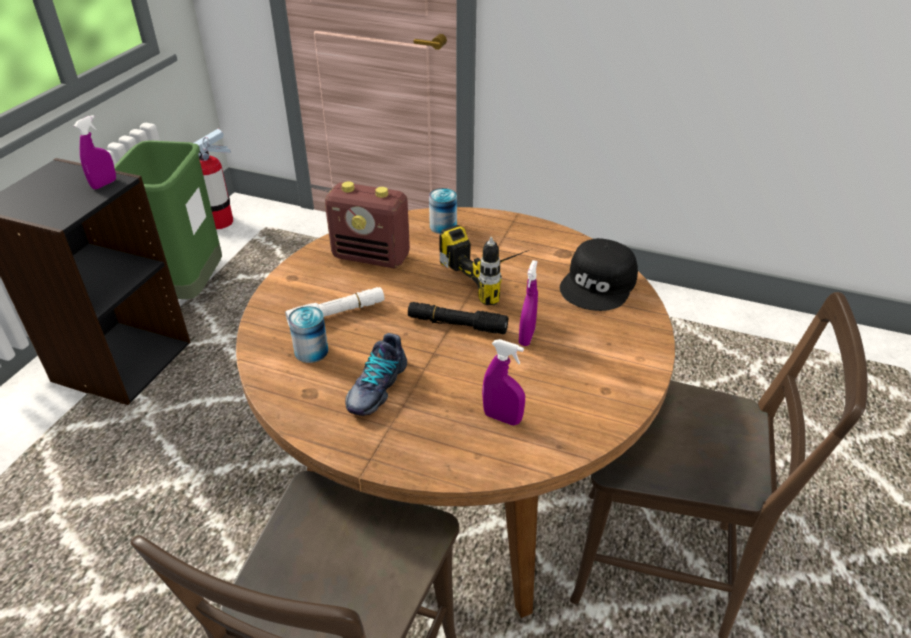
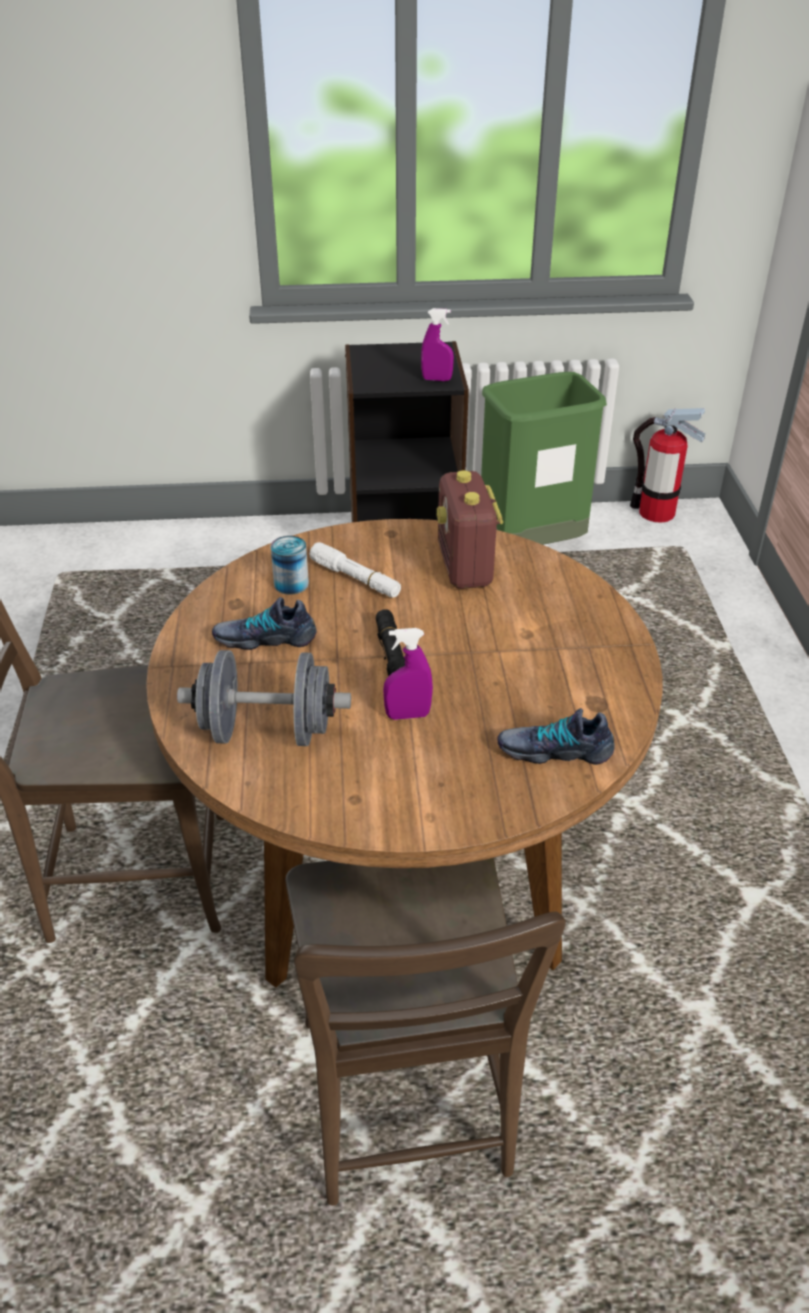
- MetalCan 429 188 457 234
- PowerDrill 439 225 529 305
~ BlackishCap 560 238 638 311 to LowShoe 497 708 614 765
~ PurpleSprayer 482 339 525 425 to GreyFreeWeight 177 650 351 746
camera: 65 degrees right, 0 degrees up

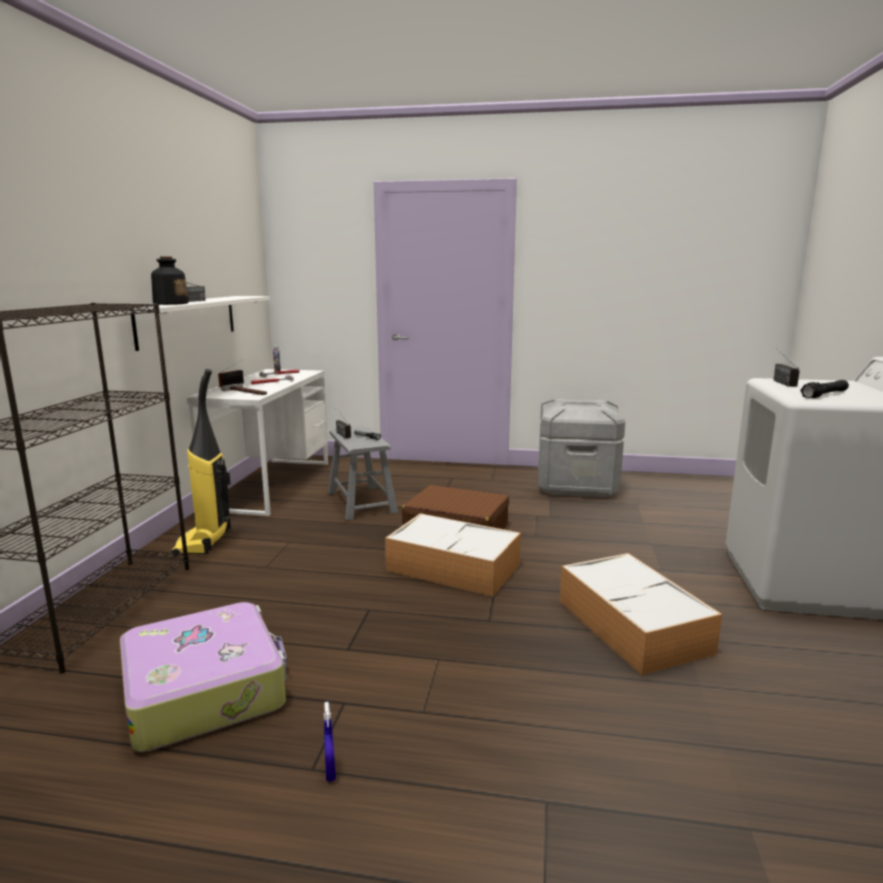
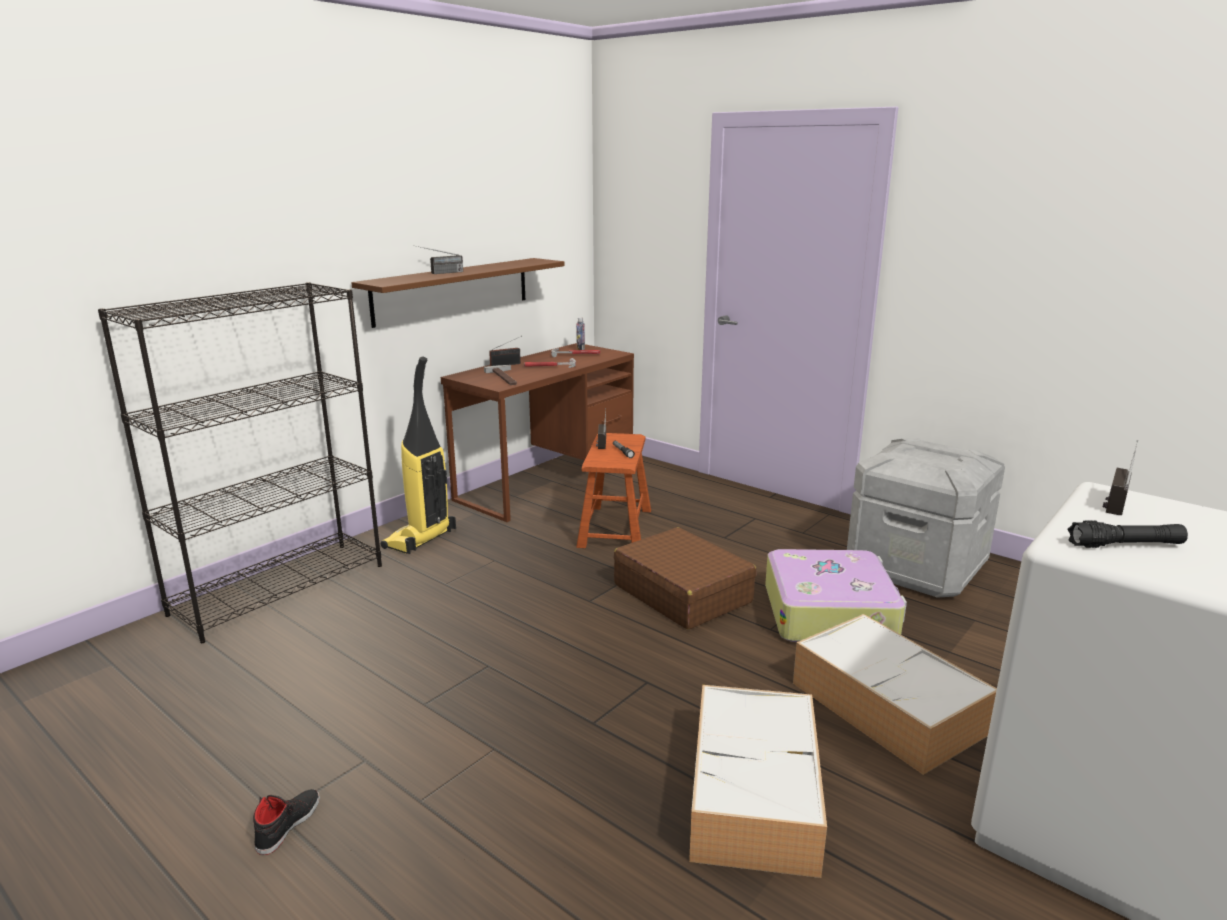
- Bottle 151 257 189 305
~ WhiteWallShelf 119 296 269 351 to BrownishWallShelf 351 258 564 328
~ WhiteDeskTable 187 369 328 516 to BrownishDeskTable 441 343 634 522
~ GreyStool 328 426 398 520 to BrownishStool 576 433 651 548
~ StorageBox 385 513 521 597 to 793 614 997 775
~ PieceOfLuggage 120 602 287 752 to 765 549 907 642
~ BlueColouredSprayer 324 702 336 782 to BlackishLowShoe 253 789 320 855
camera: 30 degrees right, 5 degrees up

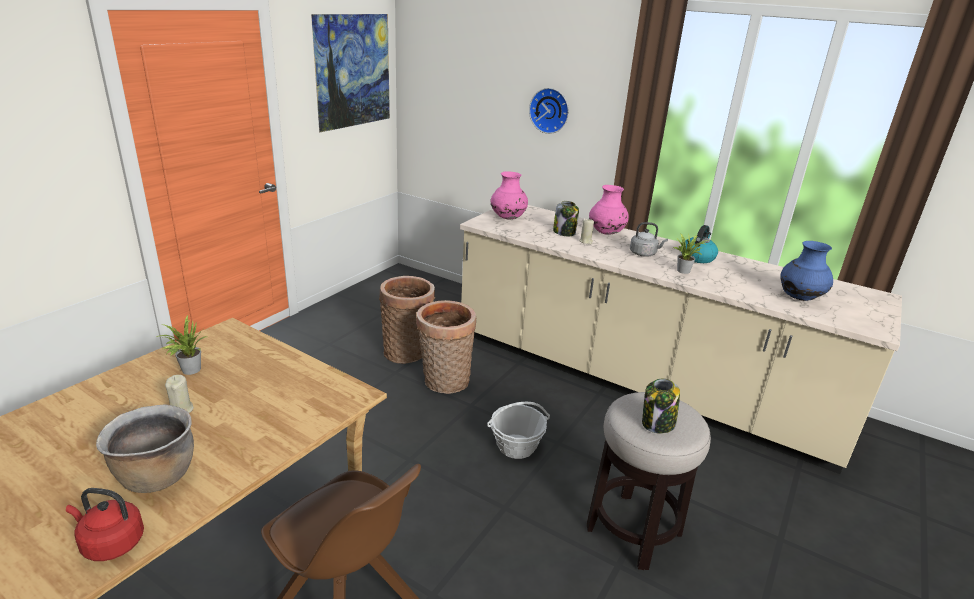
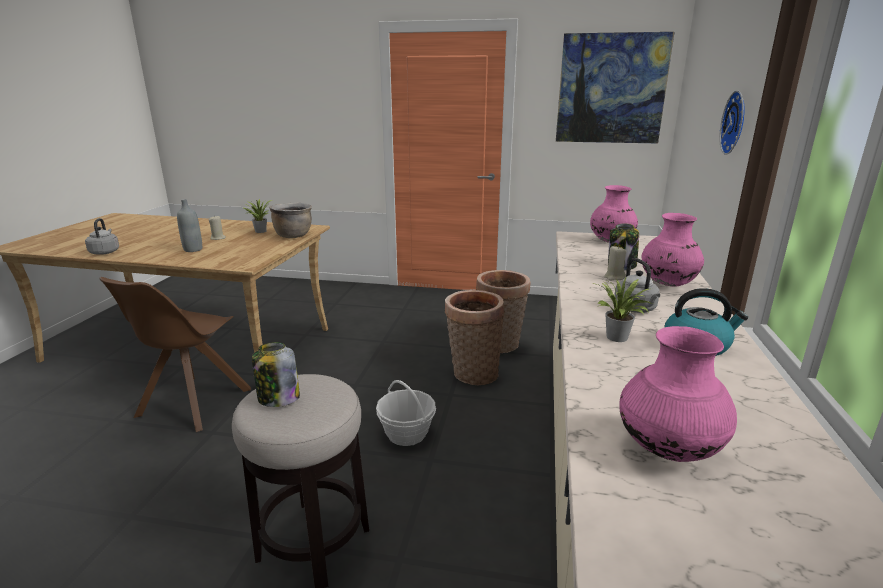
~ BlueColouredDecorativeVase 780 241 833 301 to PinkColouredDecorativeVase 619 326 737 462
~ BrownishSaucepot 96 404 194 493 to 269 203 312 238
~ ReddishWaterKettle 66 488 144 561 to GreyWaterKettle 85 218 119 255
+ GreyBottle 177 199 202 252
camera: 70 degrees right, 5 degrees down

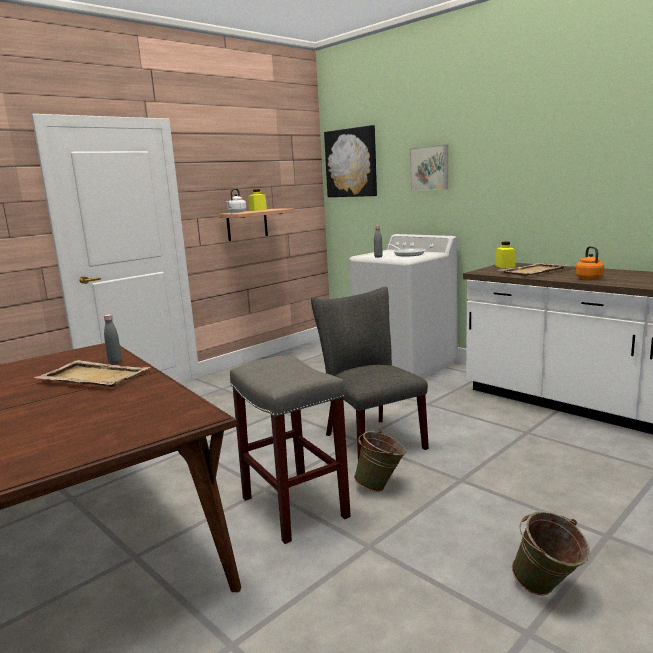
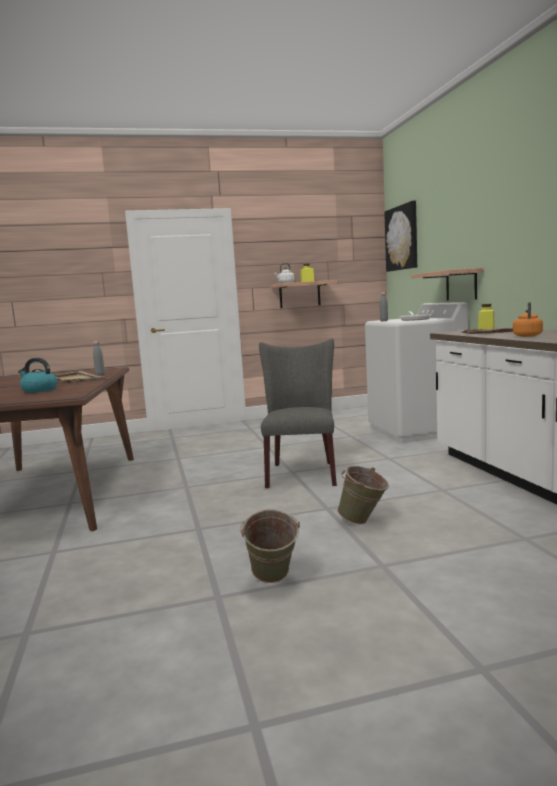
- WallArt 410 145 448 191
- GreyStool 230 355 351 544
~ GreenBucket 354 430 407 492 to 337 466 389 524
+ WallShelf 411 268 484 300
+ WaterKettle 18 358 58 393
camera: 30 degrees right, 5 degrees down

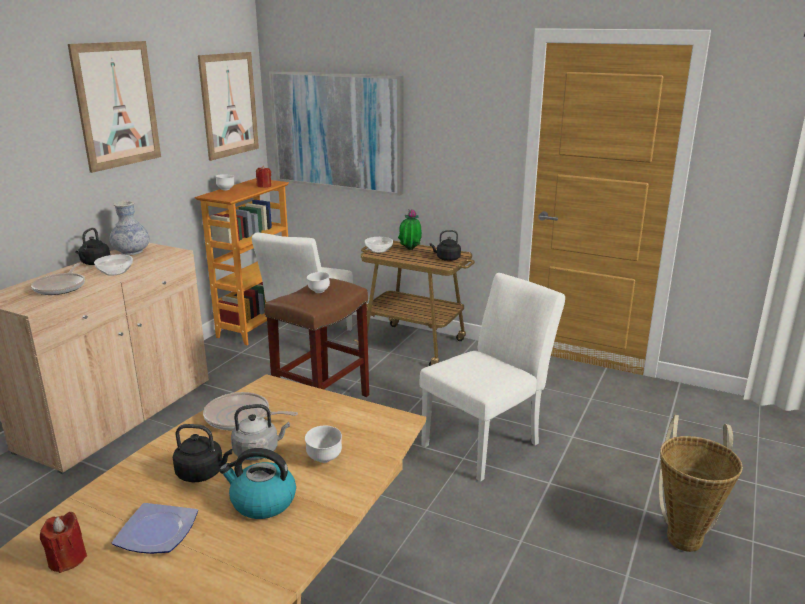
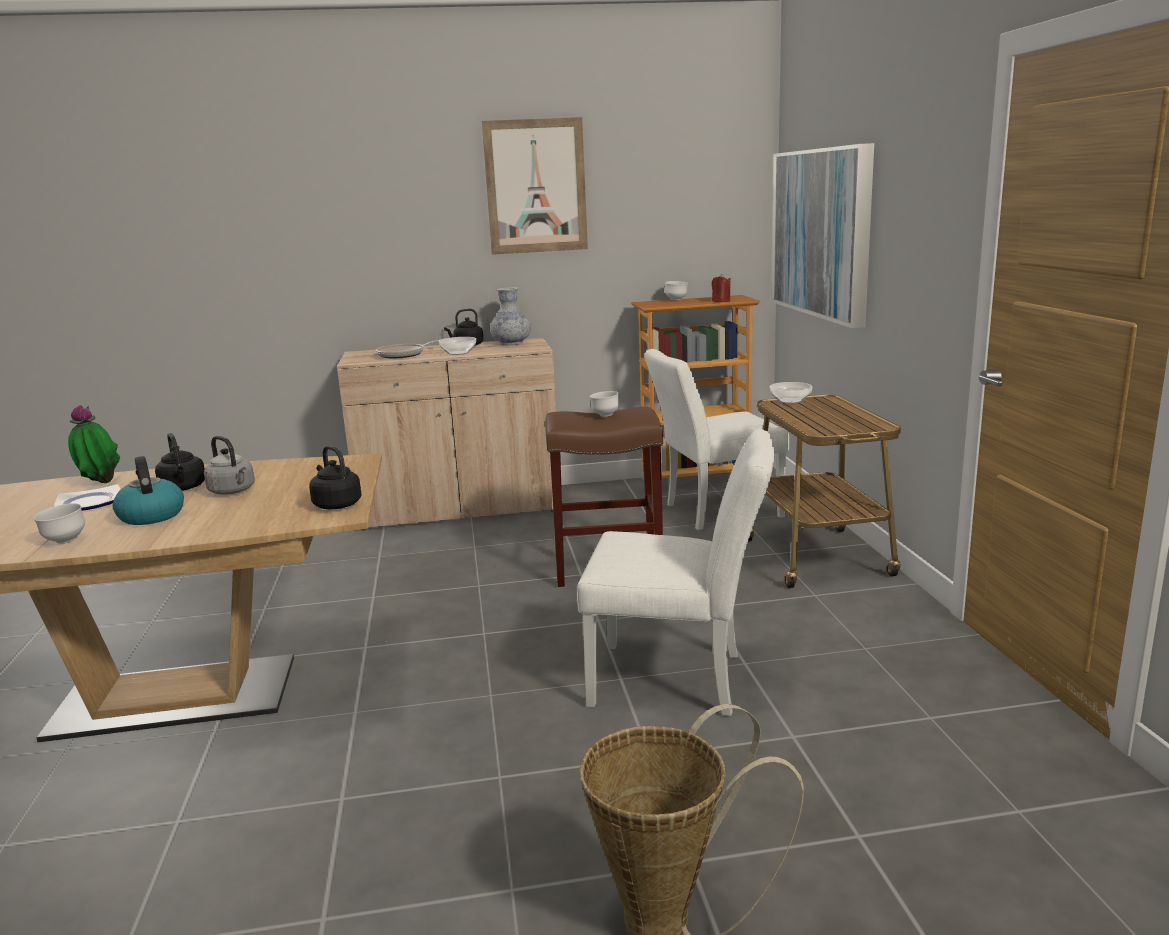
- WallArt 198 52 259 161
~ Houseplant 398 209 422 250 to 68 405 120 483
~ BlackishWaterKettle 430 230 461 261 to 309 445 361 509
- Skillet 203 392 298 430
~ WhiteServingBowl 305 425 342 463 to 33 503 85 544
- ReddishWaxLight 40 512 87 573
camera: 55 degrees right, 5 degrees down

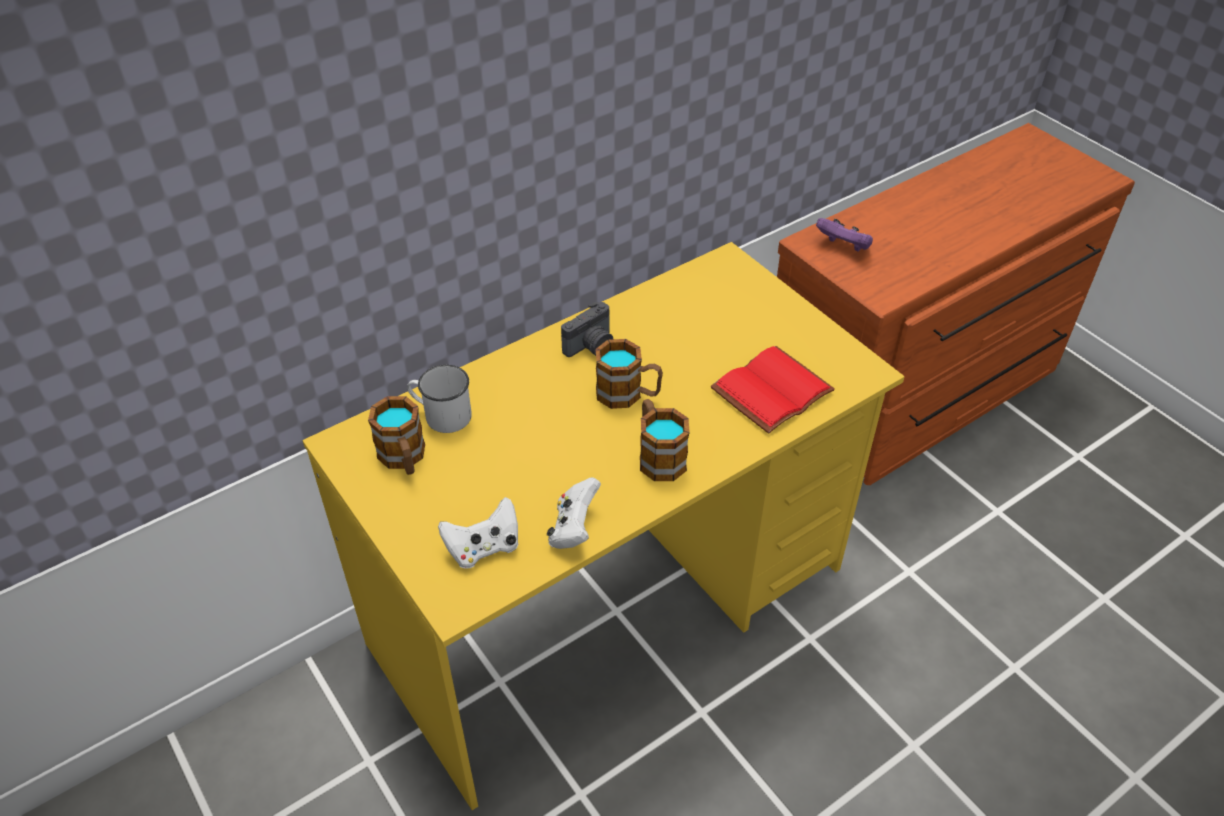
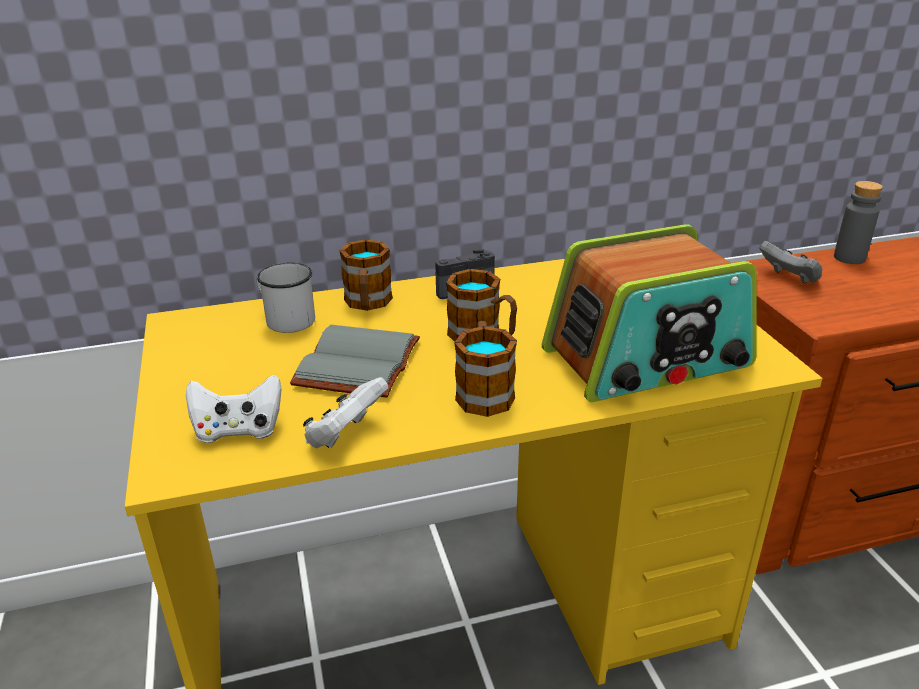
~ PurpleJoypad 816 218 873 252 to GreyJoypad 759 241 823 283
~ ReddishVolume 711 346 835 434 to RadioReceiver 542 224 756 402
~ TeaMug 368 396 425 475 to 339 239 393 311
+ GreyBottle 834 181 883 264
+ GreyVolume 290 325 420 398
camera: 20 degrees right, 15 degrees down

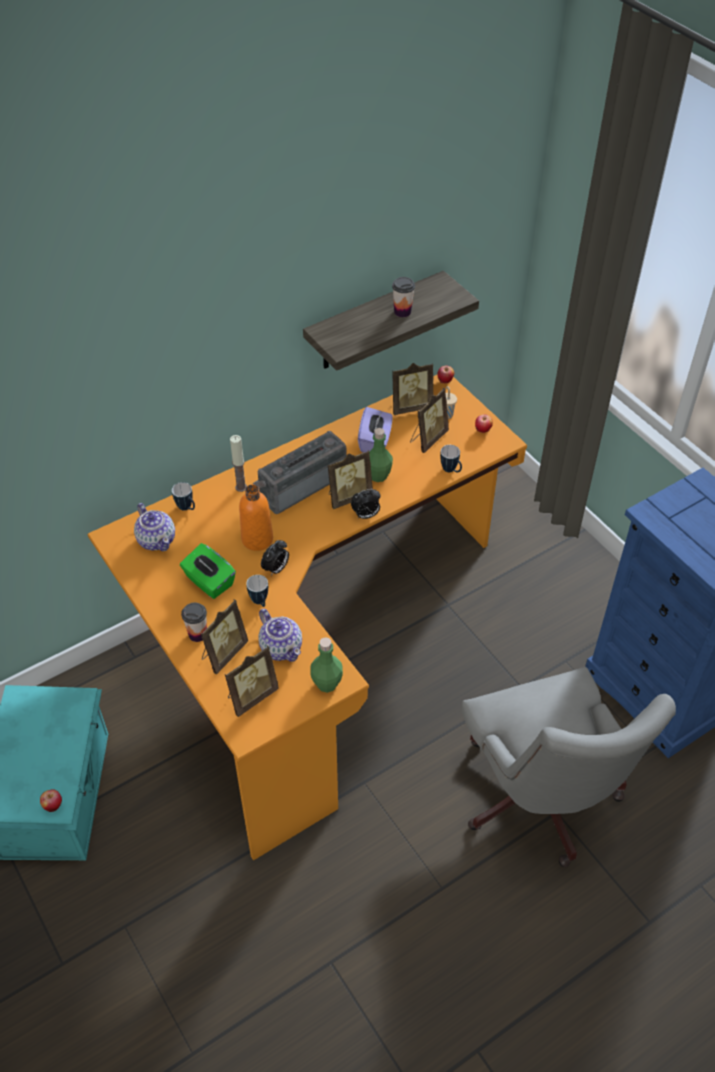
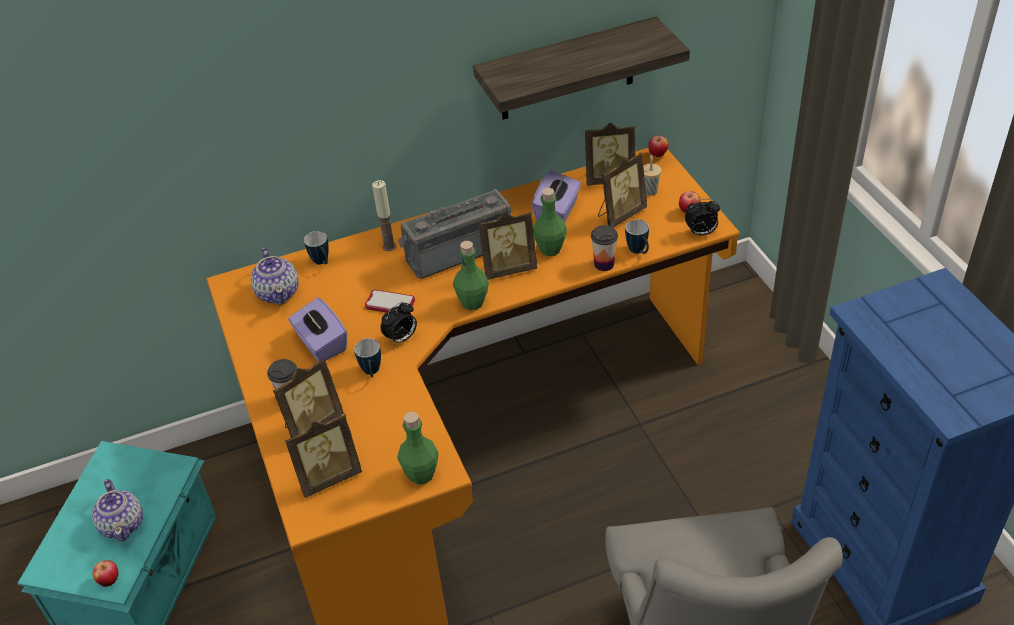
~ SmallCup 392 277 415 317 to 591 225 618 271
~ OrangeyBottle 239 485 273 551 to Phone 365 290 415 313
~ TableClock 351 489 381 519 to 685 199 720 236
~ GreenTissueBox 180 543 236 599 to PurpleTissueBox 288 298 347 361
~ Teapot 258 609 302 662 to 92 479 143 541
+ GreenBottle 453 241 489 310
camera: 15 degrees right, 5 degrees down

